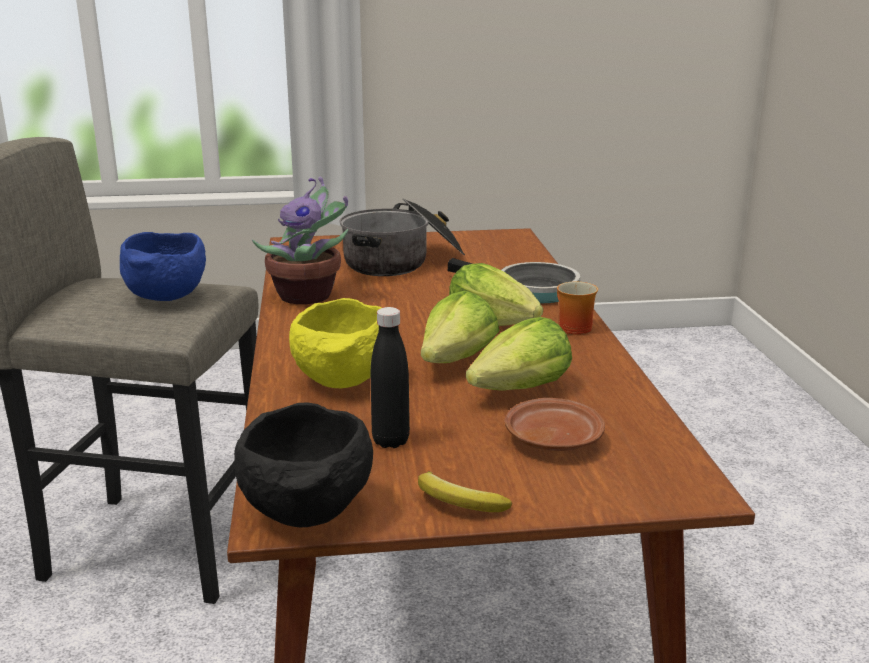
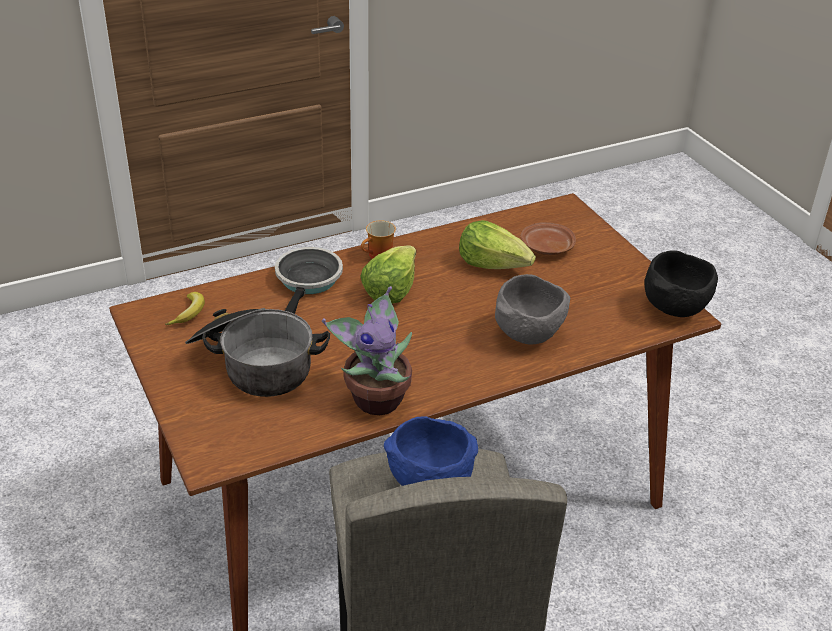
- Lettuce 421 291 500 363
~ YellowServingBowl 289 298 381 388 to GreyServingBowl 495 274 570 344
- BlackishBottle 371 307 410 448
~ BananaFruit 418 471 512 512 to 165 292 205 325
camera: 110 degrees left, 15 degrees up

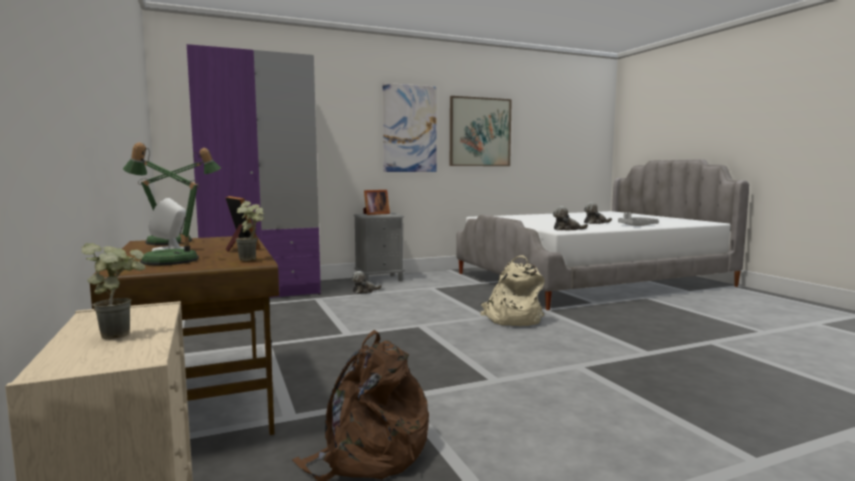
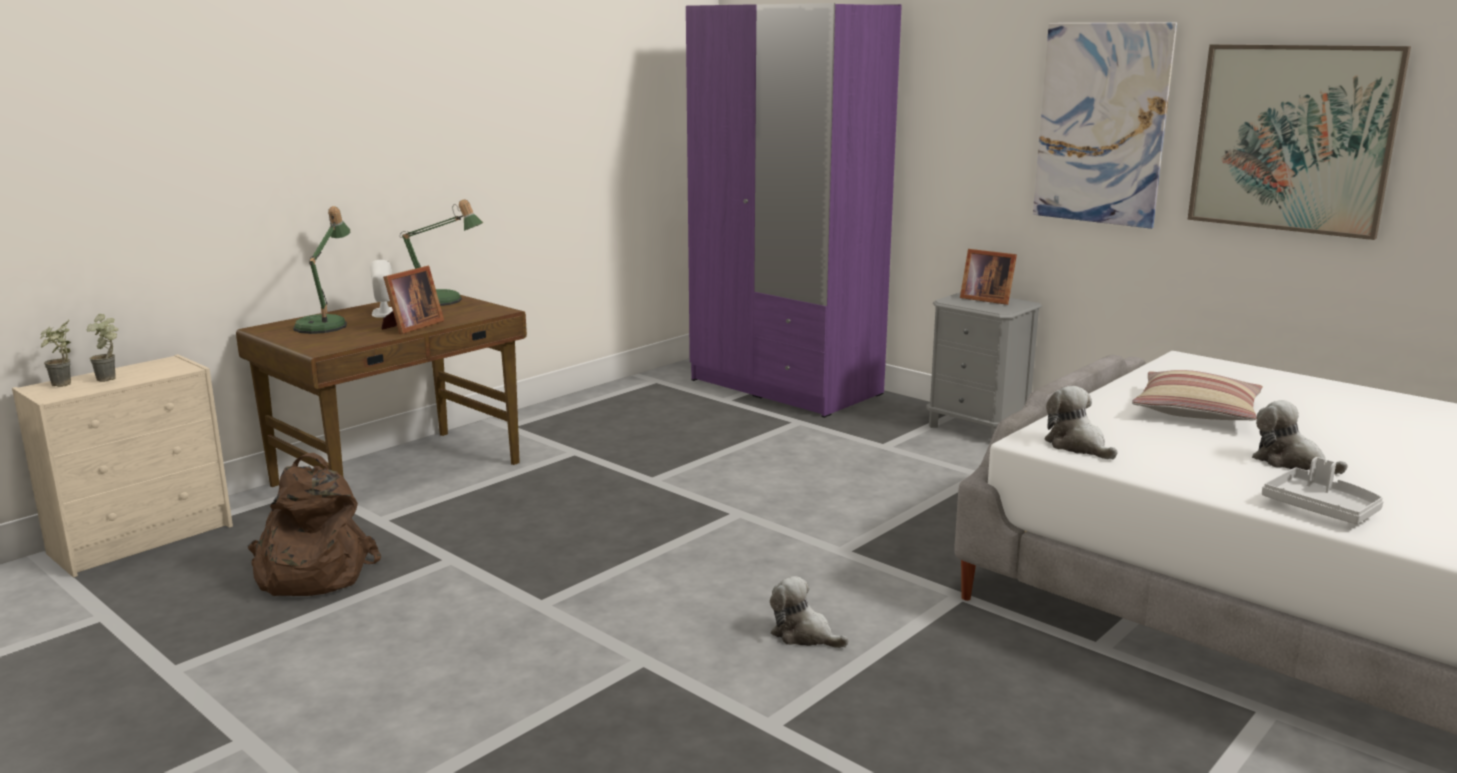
~ Houseplant 236 201 264 261 to 40 320 71 387
- SandColouredRucksack 481 255 545 326
~ PlushToy 351 271 382 294 to 770 576 849 648
+ Cushion 1132 370 1263 420
camera: 65 degrees right, 10 degrees up

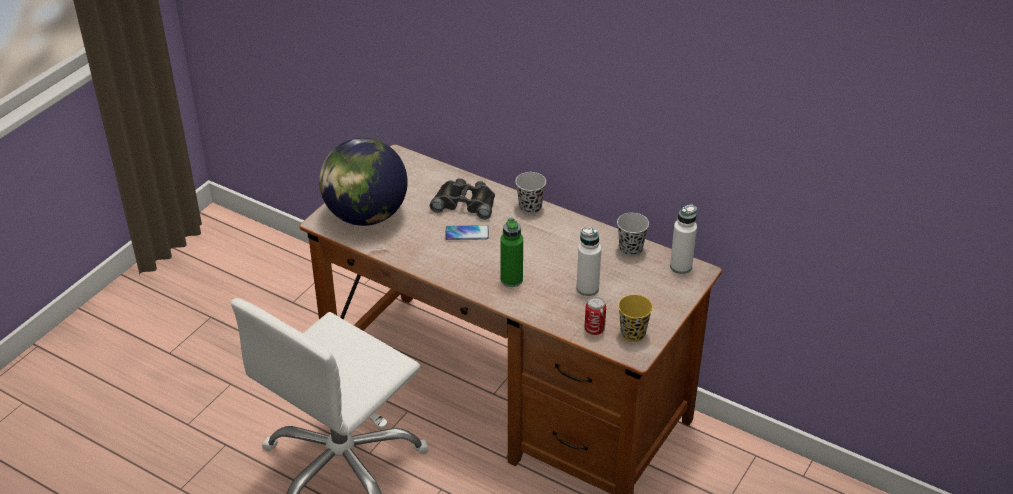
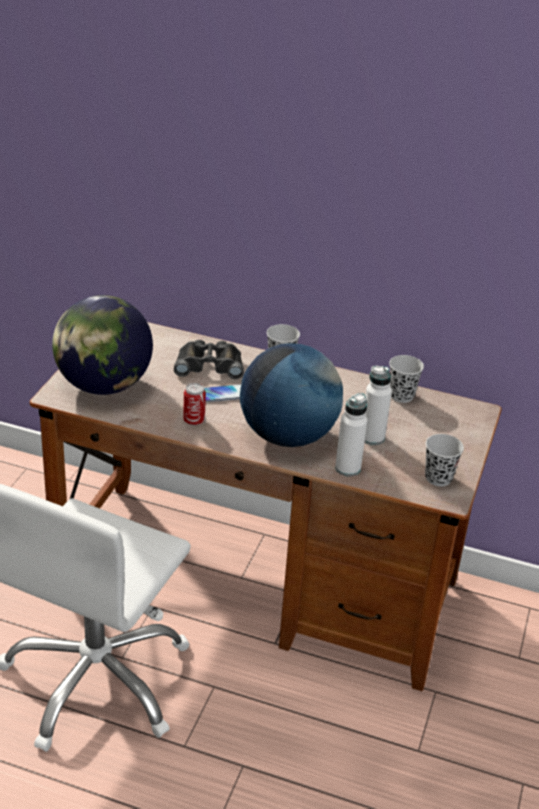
~ WhiteBottle 670 204 697 274 to 335 393 367 476
~ GreenBottle 500 218 523 287 to WorldGlobe 240 343 343 447
~ YellowSmallCup 618 295 653 342 to BlackishSmallCup 425 434 464 486
~ MetalCan 584 297 606 335 to 183 383 206 425
camera: 15 degrees left, 5 degrees down

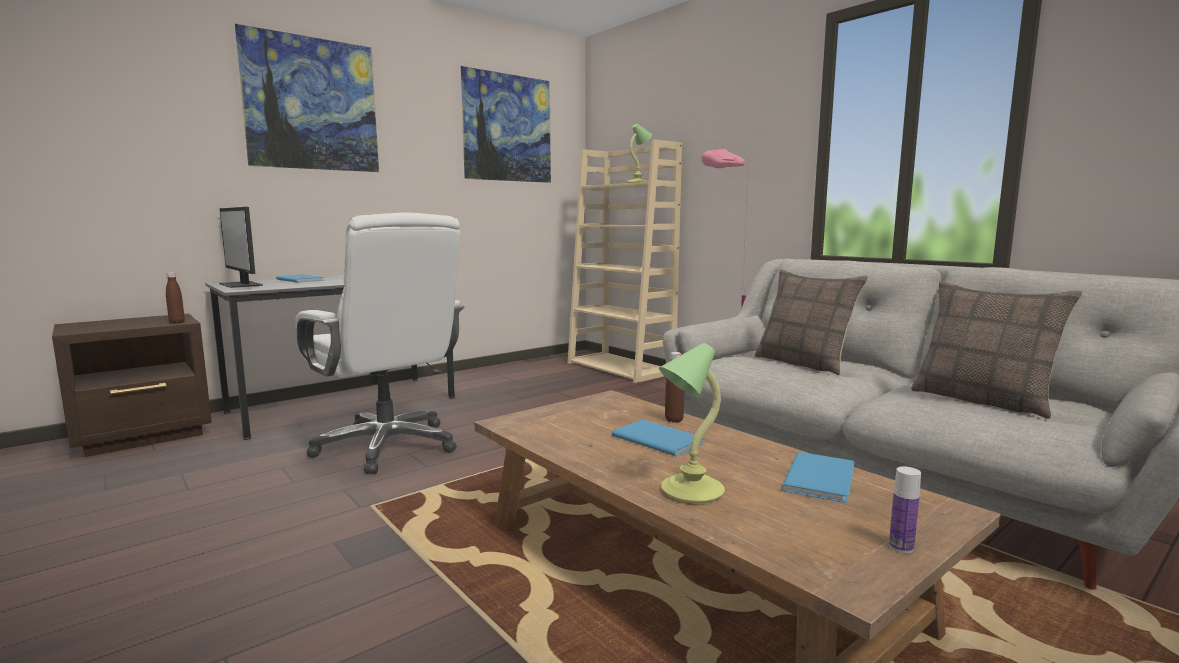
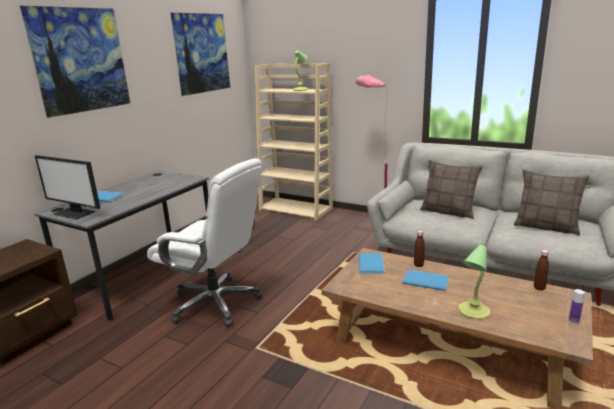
~ BrownishBottle 166 272 185 324 to 534 250 549 290
~ BlueColouredVolume 782 452 855 503 to 359 253 384 274
camera: 20 degrees left, 10 degrees up

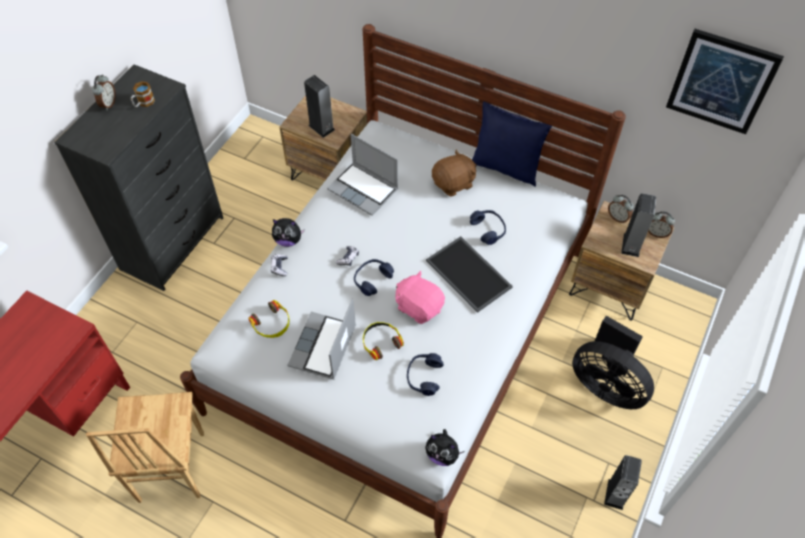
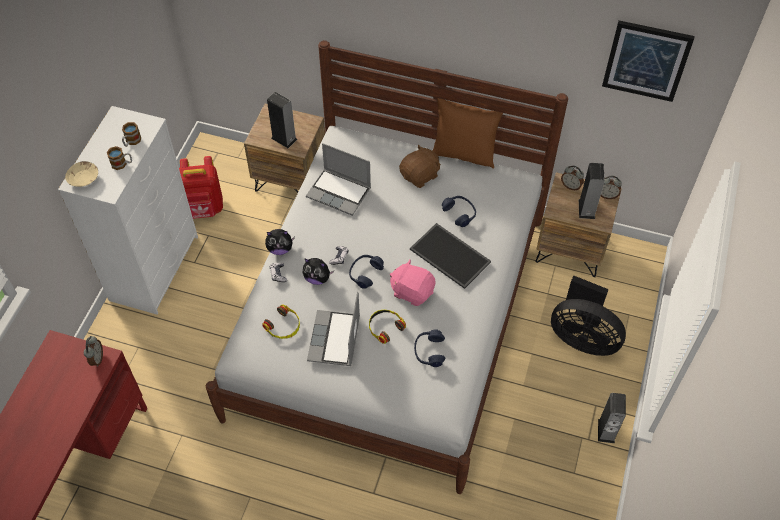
~ BlackishDrawerChest 54 64 223 291 to WhiteDrawerChest 58 106 198 315
~ TableClock 92 75 116 110 to 84 336 103 367
~ BlueColouredCushion 472 101 552 187 to BrownishCushion 433 98 503 169
- BrownishPlainChair 86 392 204 503
~ PlushToy 425 429 465 466 to 302 258 334 285
+ TeaMug 107 146 132 170
+ ReddishRucksack 179 156 223 219
+ SandColouredServingBowl 65 161 98 187
camera: 10 degrees left, 0 degrees up

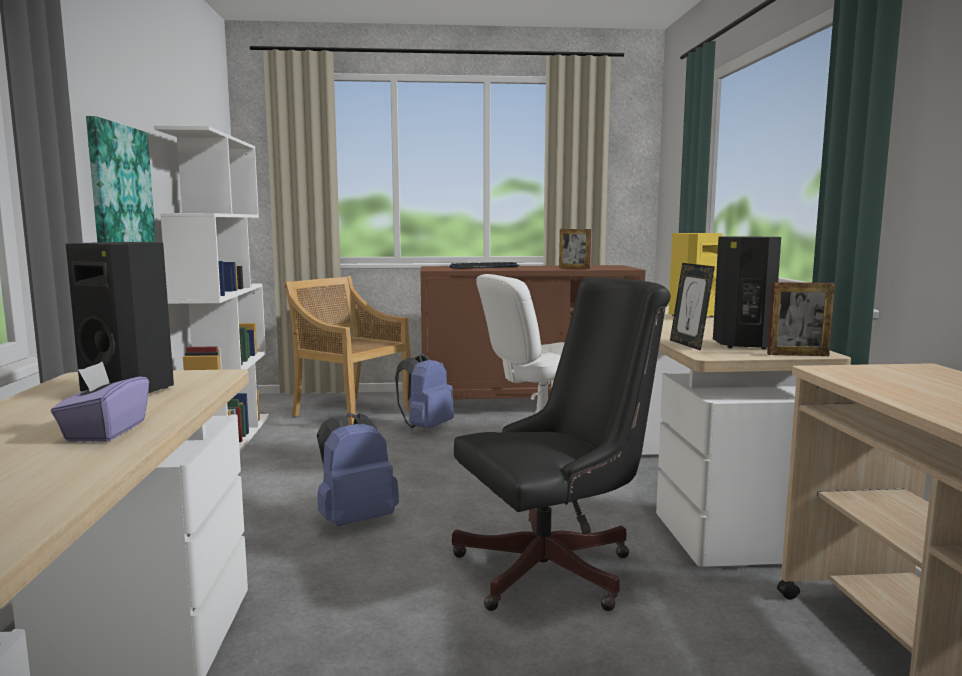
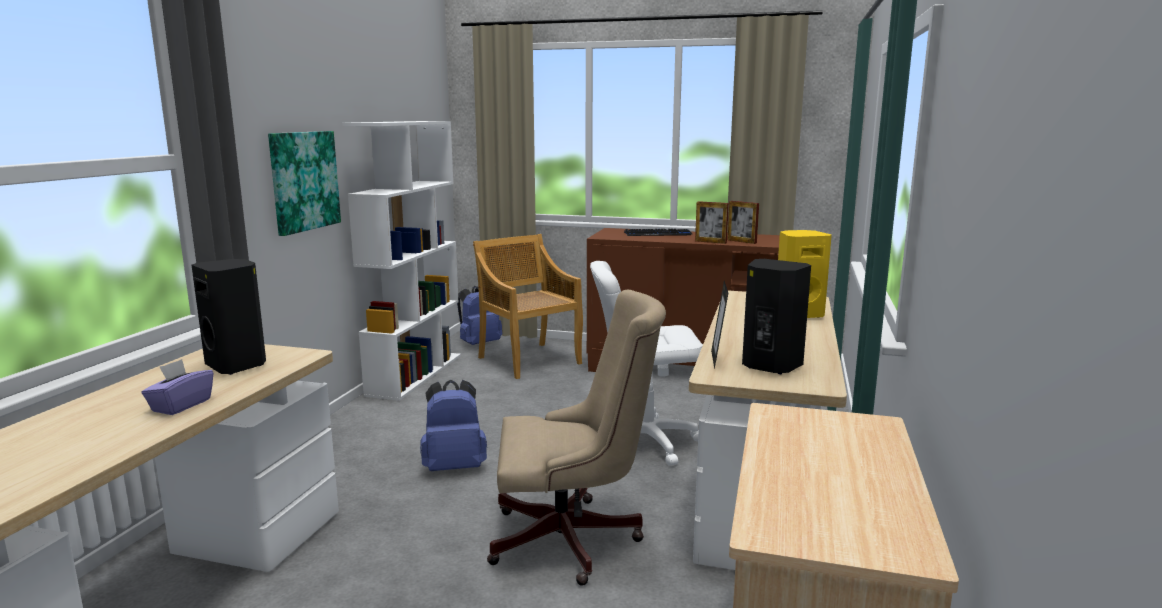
~ BlackishComputerChair 452 277 671 611 to SandColouredComputerChair 487 289 666 586
~ PictureFrame 767 282 835 356 to 695 201 729 244
~ BlueColouredRucksack 395 353 454 428 to 457 286 502 345
camera: 20 degrees right, 5 degrees up

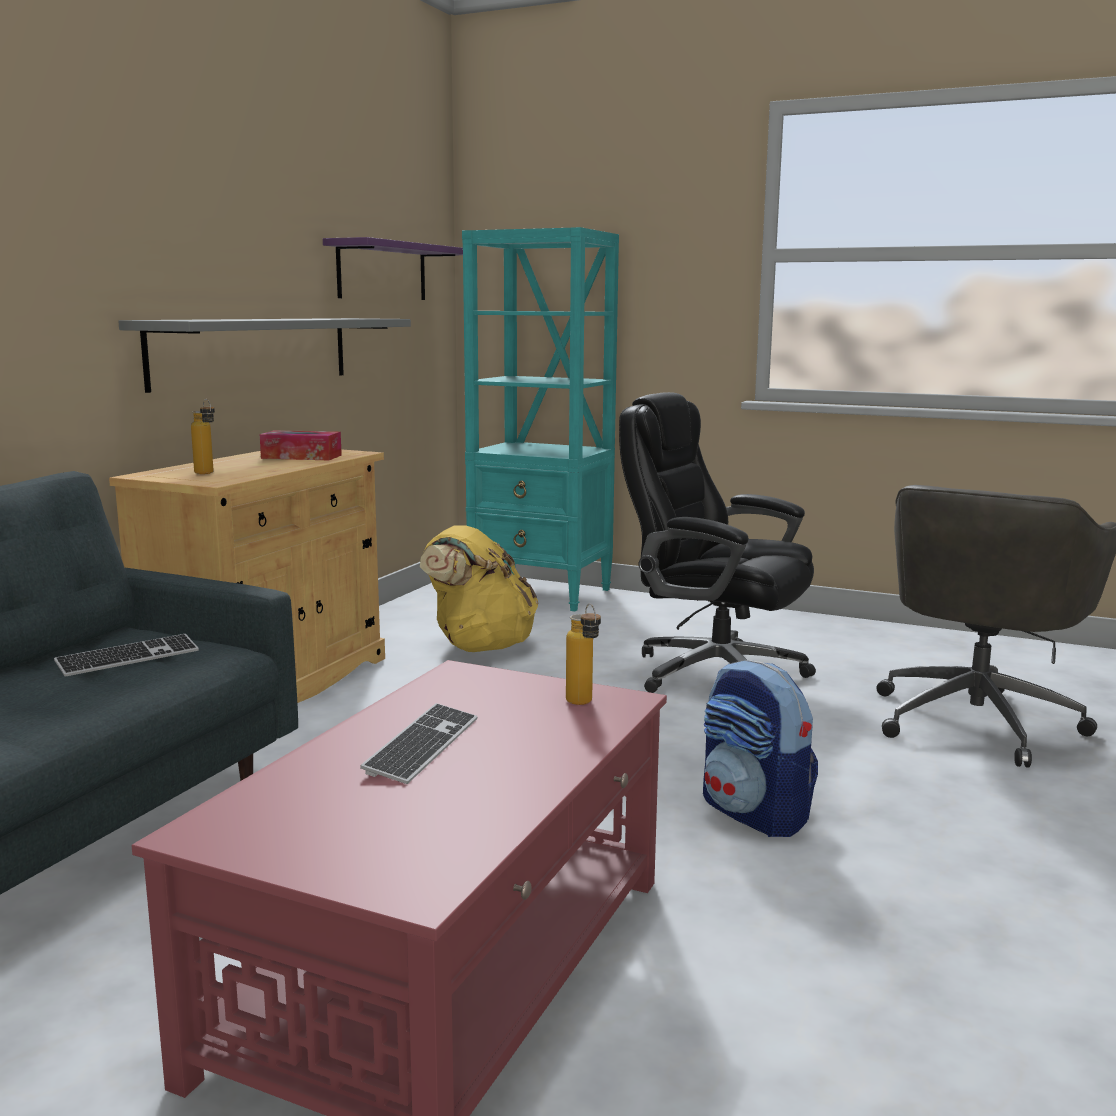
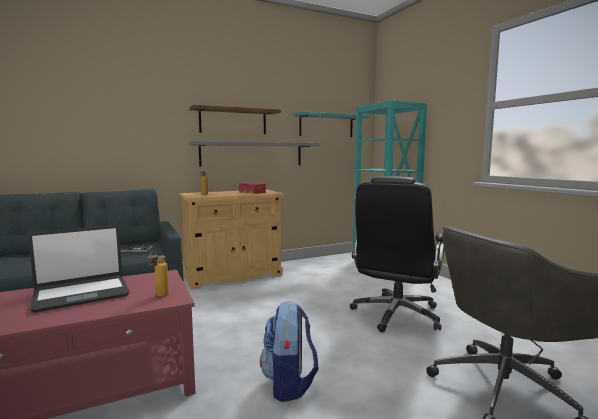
~ PurpleWallShelf 323 237 463 300 to TurquoiseWallShelf 292 112 370 137
~ BlackishComputerChair 619 392 816 693 = 350 176 444 332 135 degrees counterclockwise
- YellowRucksack 420 525 539 652
~ Keyboard 360 703 478 784 to NotebookComputer 28 225 130 313
+ BrownishWallShelf 189 105 281 134
camera: 40 degrees right, 5 degrees down

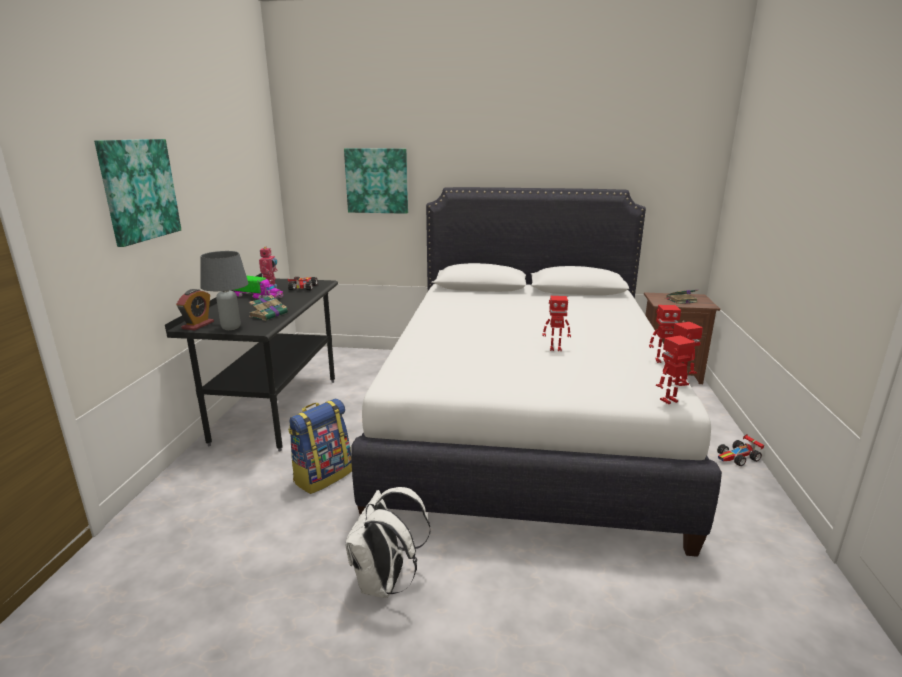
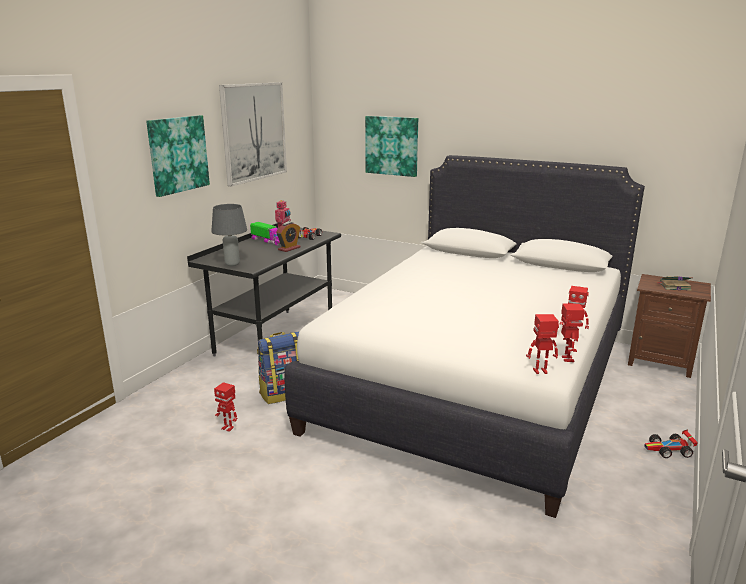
~ TableClock 176 289 214 331 to 276 222 301 252
- Volume 249 295 289 321
~ ToyRobot 542 296 571 351 to 214 382 237 432
- WhiteRucksack 346 487 430 598
+ WallArt 219 82 287 186
camera: 20 degrees right, 0 degrees up

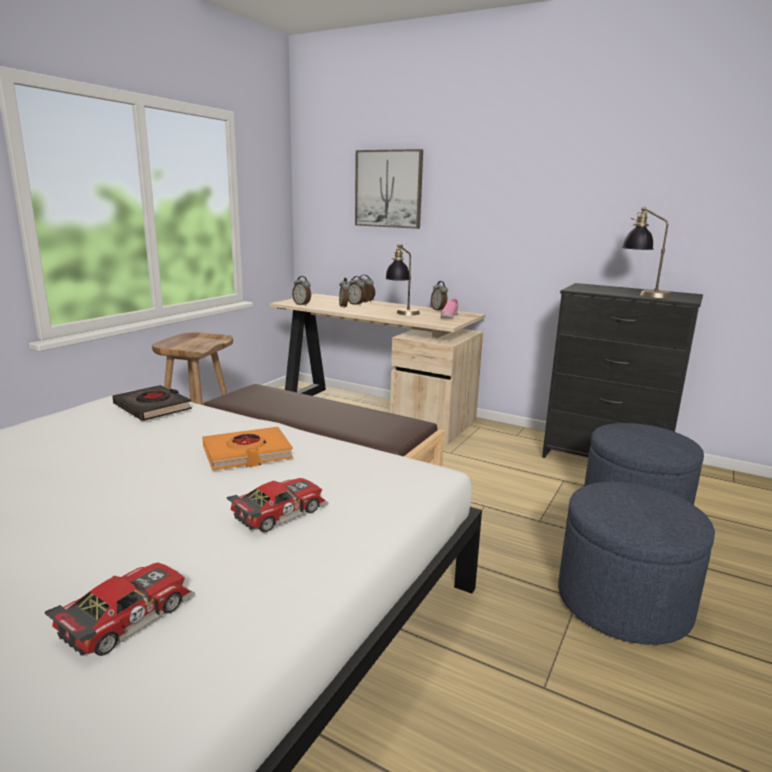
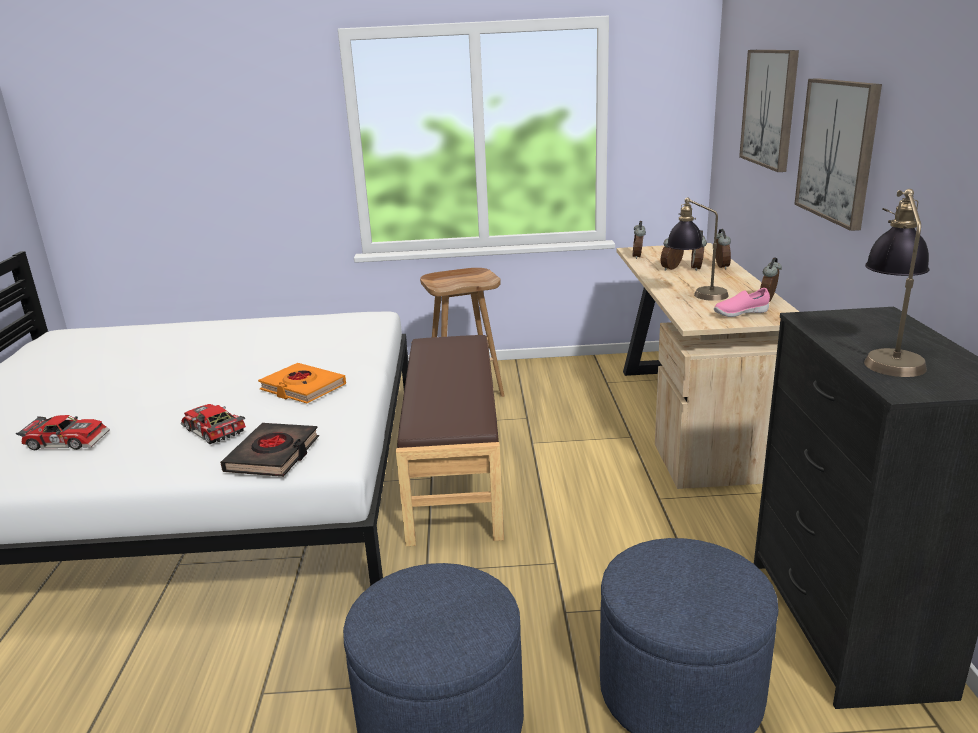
~ BlackishVolume 112 385 192 421 to 220 423 319 477
~ MiniatureCar 227 478 329 532 = 181 404 246 444 150 degrees counterclockwise
+ WallArt 794 78 882 231
camera: 60 degrees right, 5 degrees up

